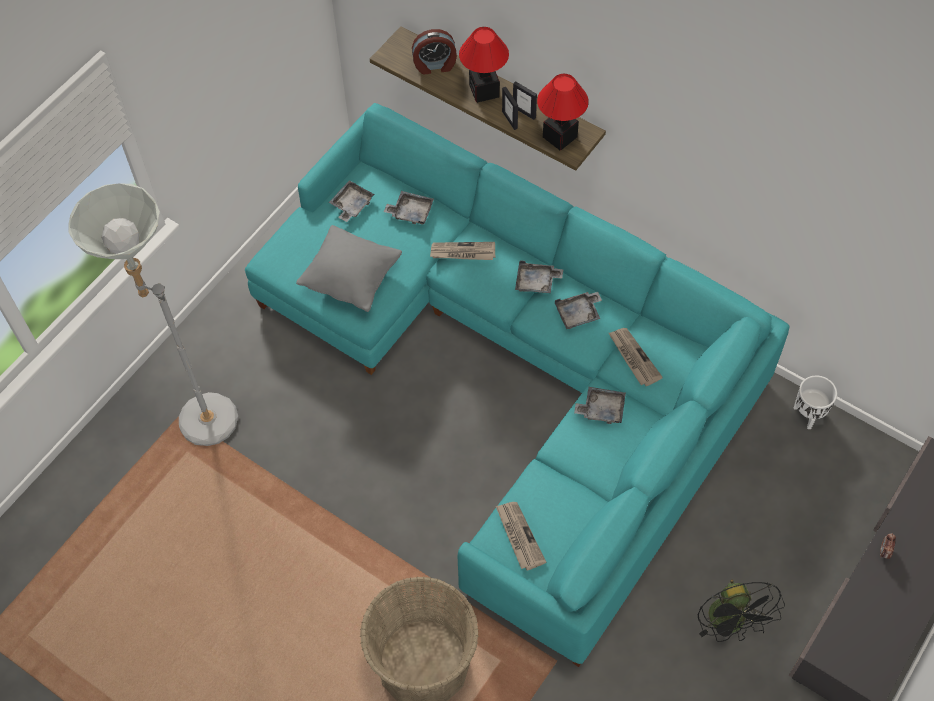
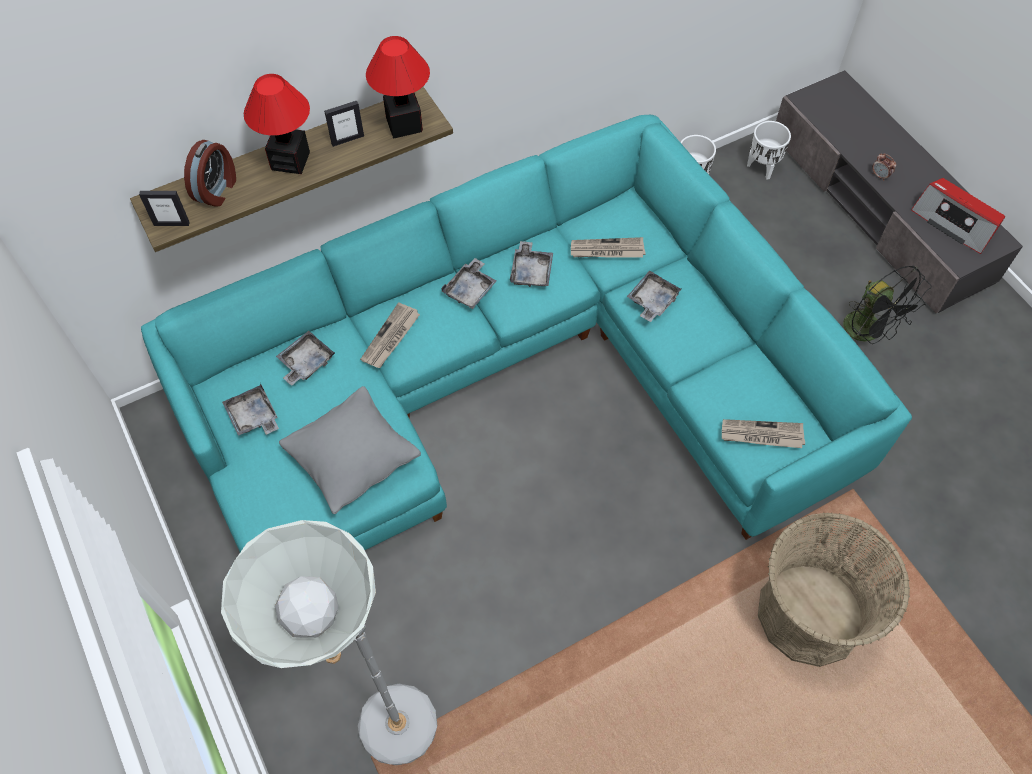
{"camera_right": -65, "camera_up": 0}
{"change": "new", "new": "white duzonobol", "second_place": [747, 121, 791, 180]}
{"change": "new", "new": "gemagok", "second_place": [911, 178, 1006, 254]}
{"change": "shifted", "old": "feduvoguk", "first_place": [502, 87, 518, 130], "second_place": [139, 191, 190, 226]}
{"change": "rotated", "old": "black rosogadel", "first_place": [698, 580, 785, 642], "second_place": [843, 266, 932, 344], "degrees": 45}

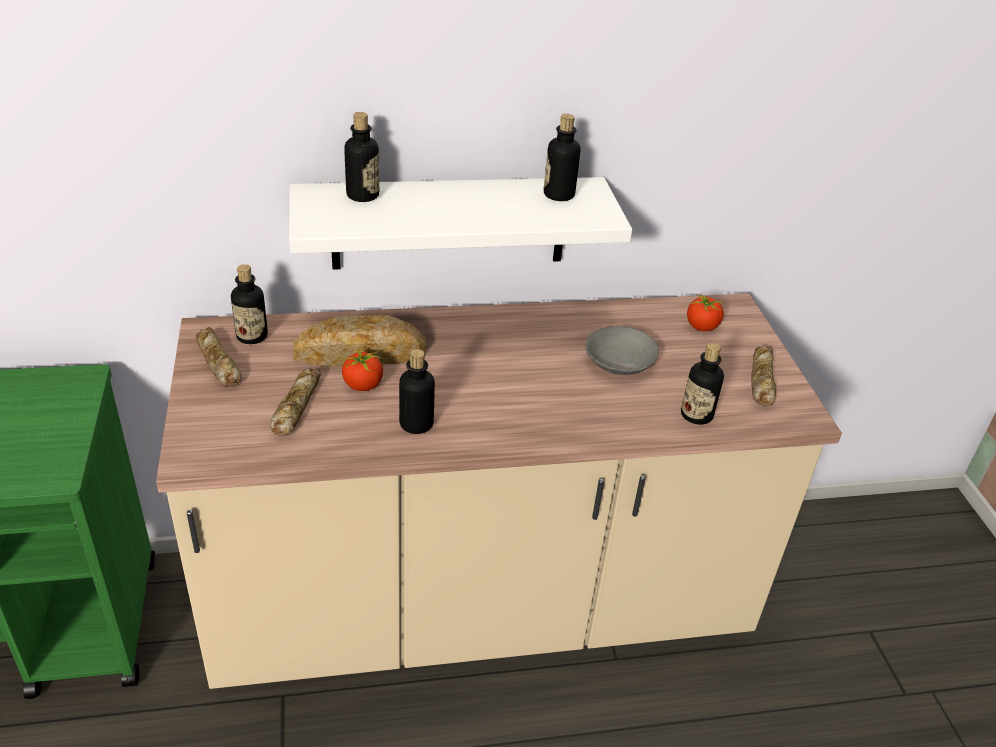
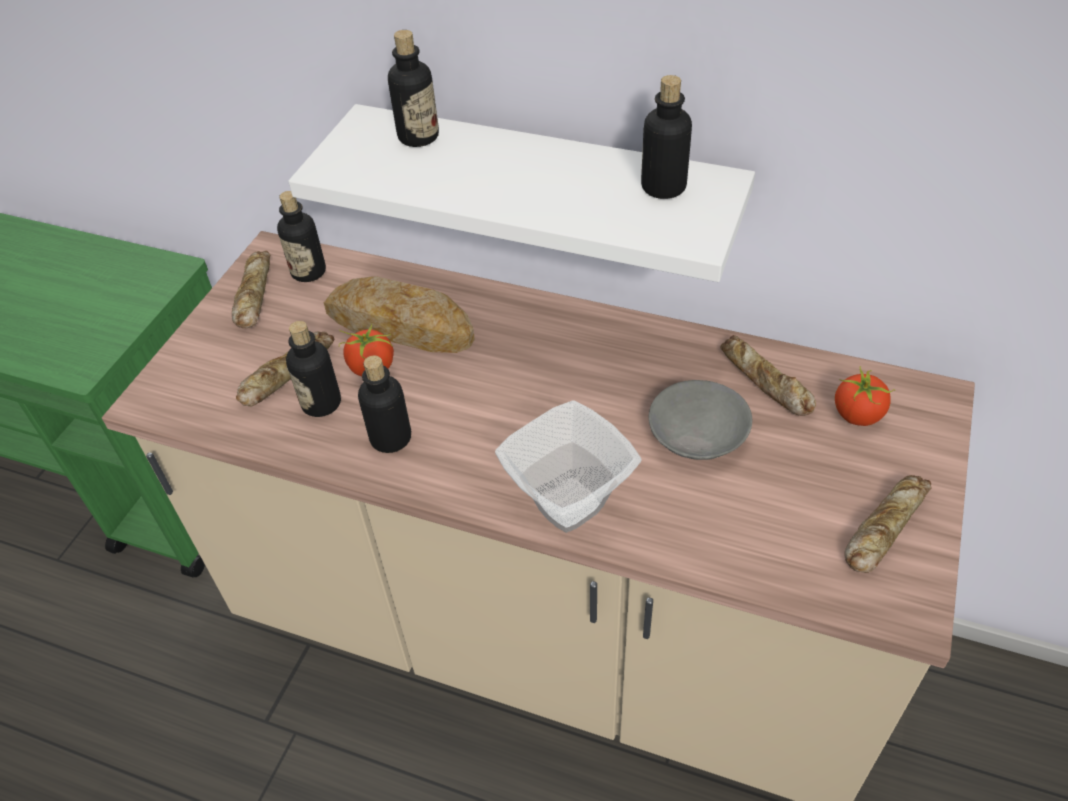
{"camera_right": 35, "camera_up": 10}
{"change": "new", "new": "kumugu", "second_place": [495, 400, 642, 533]}
{"change": "new", "new": "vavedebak", "second_place": [720, 335, 816, 416]}
{"change": "shifted", "old": "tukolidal", "first_place": [681, 343, 724, 425], "second_place": [286, 321, 341, 417]}

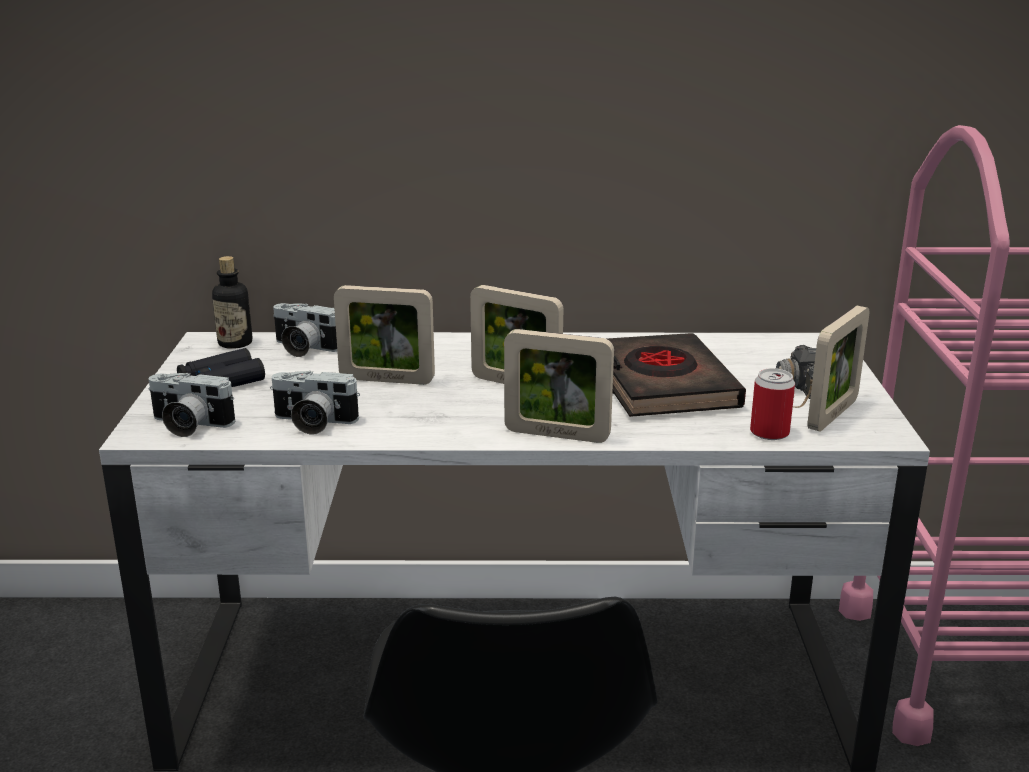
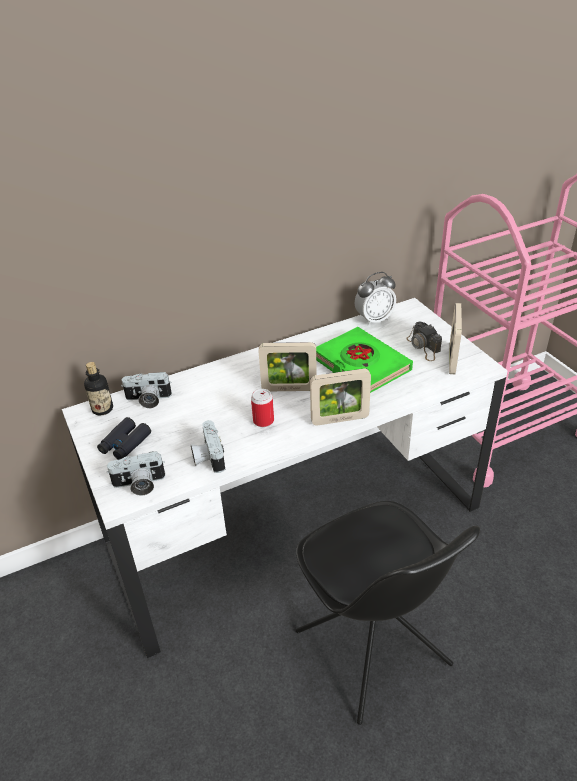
{"camera_right": -25, "camera_up": 15}
{"change": "gone", "old": "feduvoguk", "first_place": [334, 285, 435, 385]}
{"change": "new", "new": "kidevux", "second_place": [355, 272, 396, 326]}
{"change": "shifted", "old": "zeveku", "first_place": [750, 368, 795, 440], "second_place": [251, 389, 274, 427]}
{"change": "repainted", "old": "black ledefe", "new": "green ledefe", "first_place": [607, 333, 746, 417], "second_place": [316, 327, 413, 393]}
{"change": "rotated", "old": "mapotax", "first_place": [270, 371, 360, 435], "second_place": [191, 420, 225, 473], "degrees": 90}

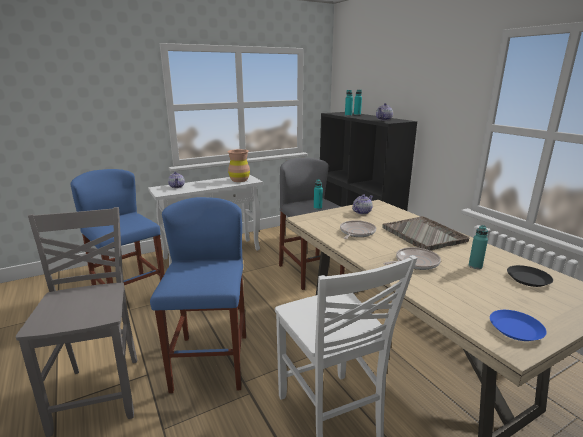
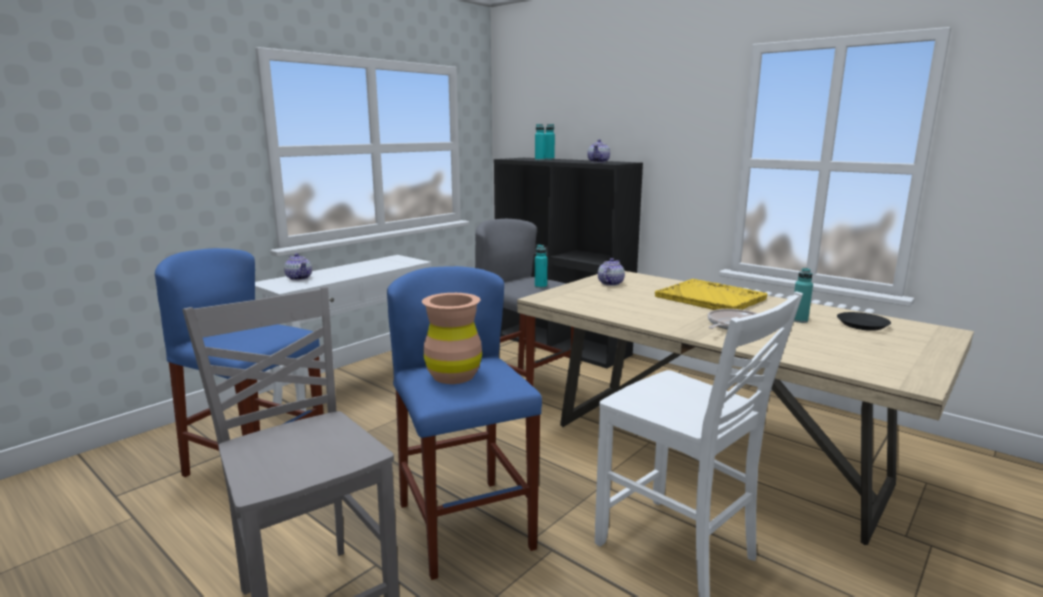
{"camera_right": -20, "camera_up": -5}
{"change": "gone", "old": "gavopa", "first_place": [340, 220, 376, 239]}
{"change": "gone", "old": "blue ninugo", "first_place": [490, 310, 547, 341]}
{"change": "shifted", "old": "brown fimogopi", "first_place": [227, 149, 250, 182], "second_place": [422, 293, 482, 384]}
{"change": "repainted", "old": "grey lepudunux", "new": "yellow lepudunux", "first_place": [382, 216, 469, 251], "second_place": [655, 279, 768, 310]}

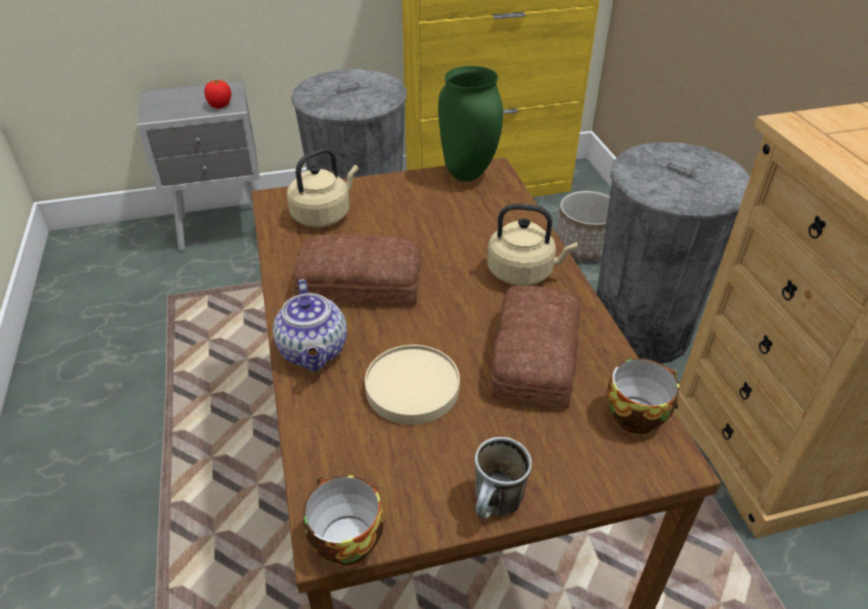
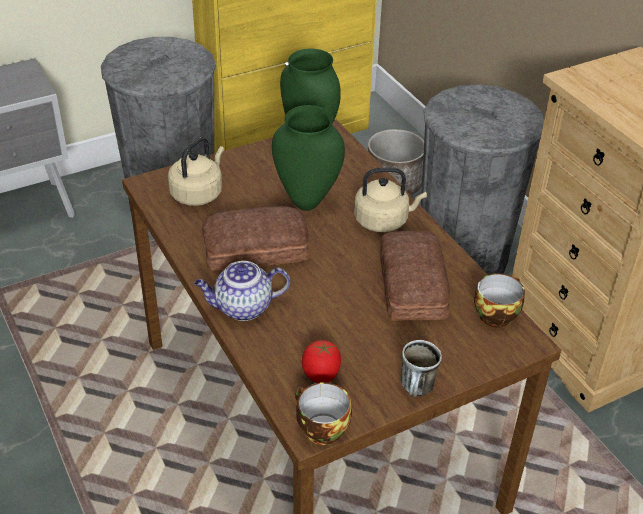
{"camera_right": -15, "camera_up": 0}
{"change": "gone", "old": "beige ninugo", "first_place": [365, 345, 460, 425]}
{"change": "new", "new": "green fimogopi", "second_place": [272, 105, 345, 211]}
{"change": "shifted", "old": "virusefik", "first_place": [204, 80, 231, 109], "second_place": [302, 340, 341, 383]}
{"change": "rotated", "old": "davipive", "first_place": [273, 279, 347, 372], "second_place": [194, 261, 290, 321], "degrees": 105}

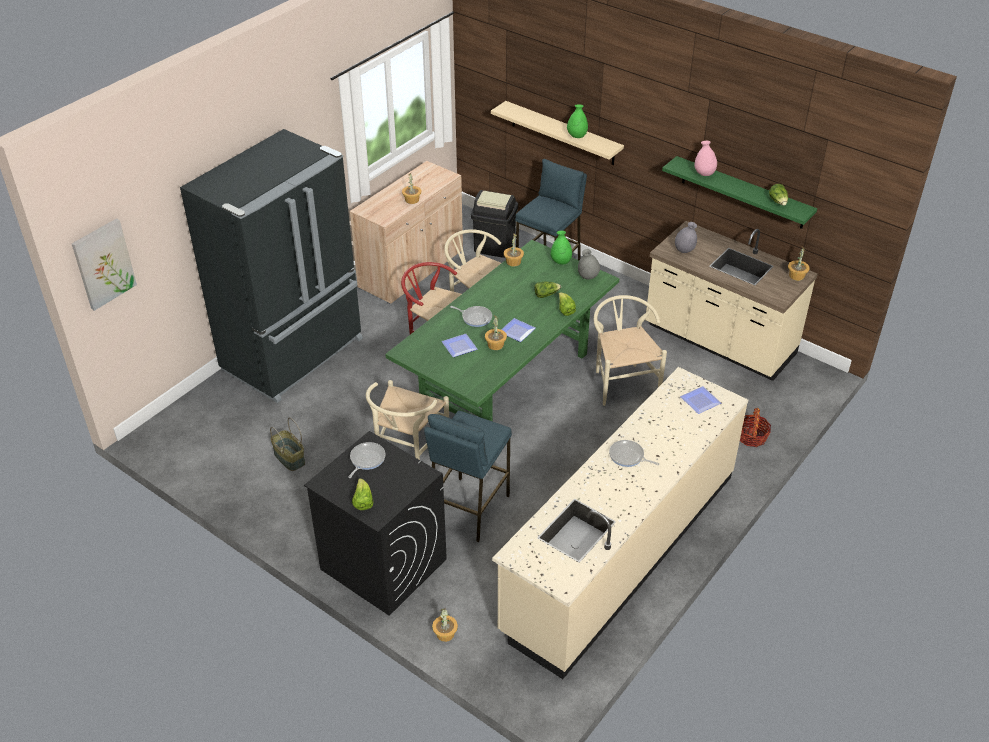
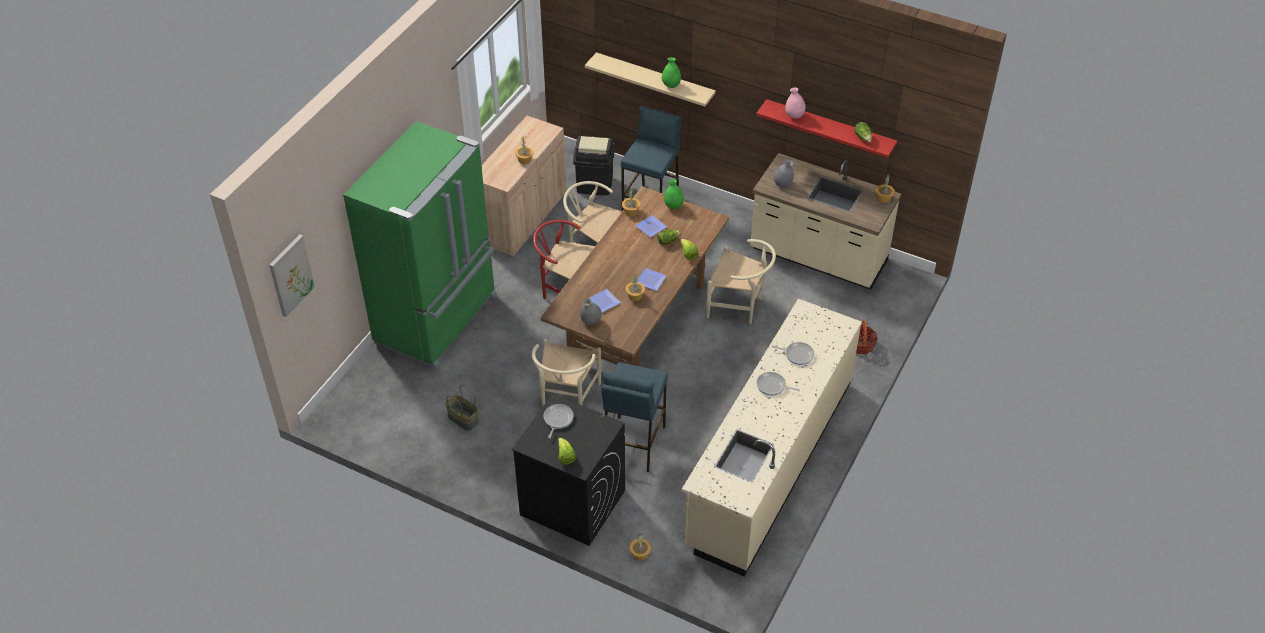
{"camera_right": -10, "camera_up": 5}
{"change": "shifted", "old": "gavopa", "first_place": [450, 306, 492, 327], "second_place": [771, 342, 814, 365]}
{"change": "shifted", "old": "grey fimogopi", "first_place": [578, 249, 600, 280], "second_place": [580, 298, 602, 325]}
{"change": "shifted", "old": "ninugo", "first_place": [680, 386, 721, 414], "second_place": [635, 215, 667, 237]}
{"change": "repainted", "old": "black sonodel", "new": "green sonodel", "first_place": [180, 129, 363, 403], "second_place": [343, 121, 496, 369]}
{"change": "repainted", "old": "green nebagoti", "new": "brown nebagoti", "first_place": [385, 240, 619, 422], "second_place": [540, 186, 729, 366]}
{"change": "repainted", "old": "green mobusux", "new": "red mobusux", "first_place": [662, 156, 817, 229], "second_place": [756, 99, 897, 158]}
{"change": "rotated", "old": "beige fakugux", "first_place": [594, 295, 667, 406], "second_place": [707, 239, 776, 324], "degrees": 135}

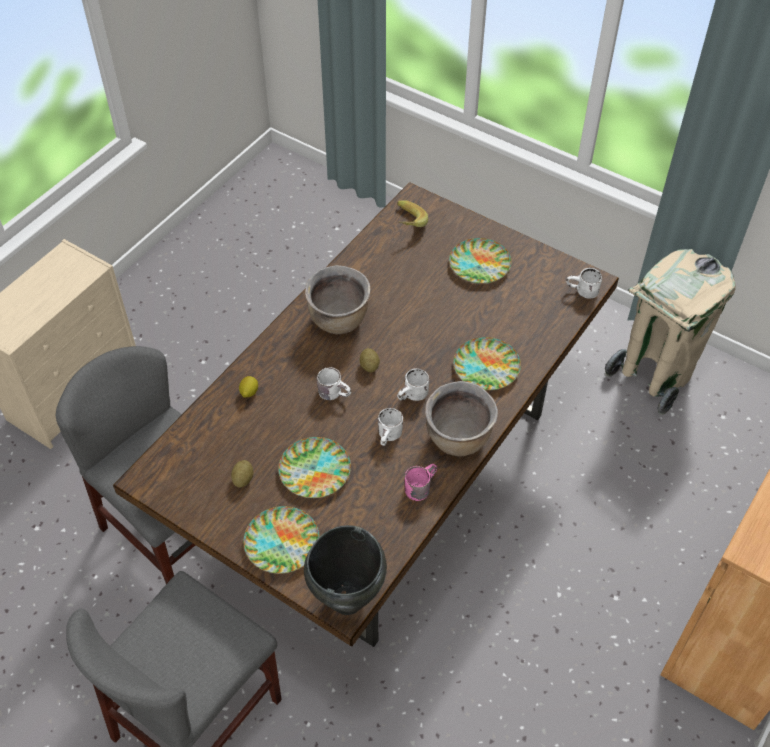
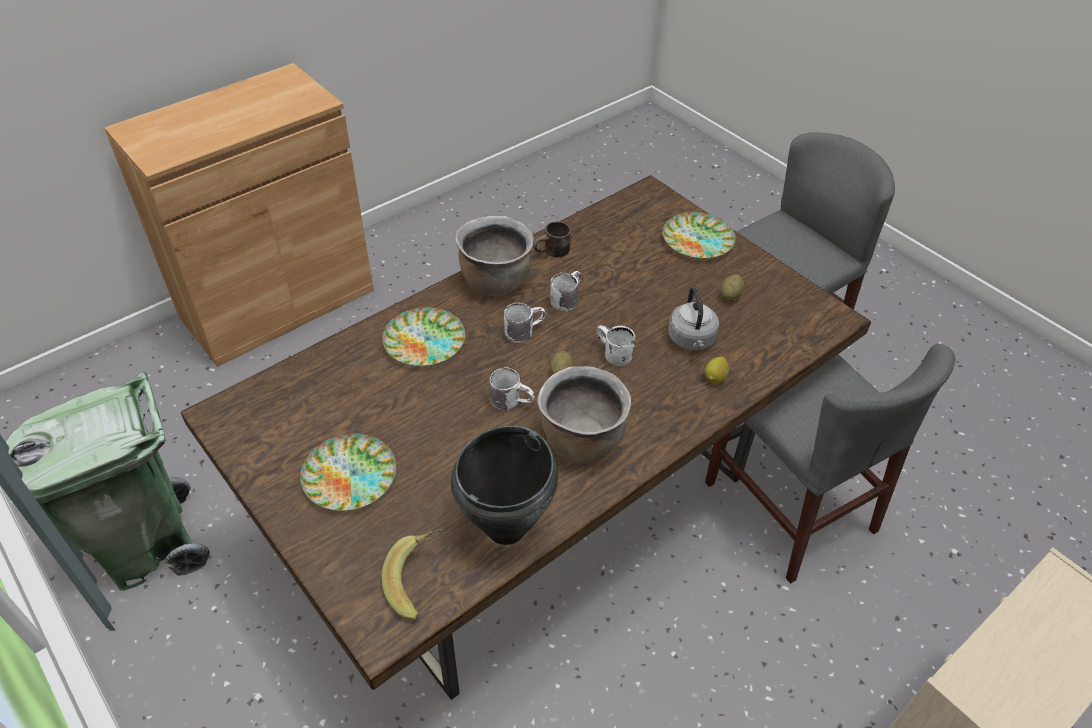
{"camera_right": -165, "camera_up": -5}
{"change": "gone", "old": "ninugo", "first_place": [278, 437, 351, 498]}
{"change": "new", "new": "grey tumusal", "second_place": [668, 287, 719, 351]}
{"change": "shifted", "old": "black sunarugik", "first_place": [304, 525, 387, 615], "second_place": [451, 426, 558, 545]}
{"change": "shifted", "old": "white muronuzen", "first_place": [566, 267, 602, 299], "second_place": [489, 367, 535, 410]}
{"change": "repainted", "old": "pink muronuzen", "new": "brown muronuzen", "first_place": [405, 464, 437, 501], "second_place": [533, 221, 571, 257]}
{"change": "repainted", "old": "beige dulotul", "new": "green dulotul", "first_place": [605, 249, 736, 415], "second_place": [6, 372, 210, 591]}

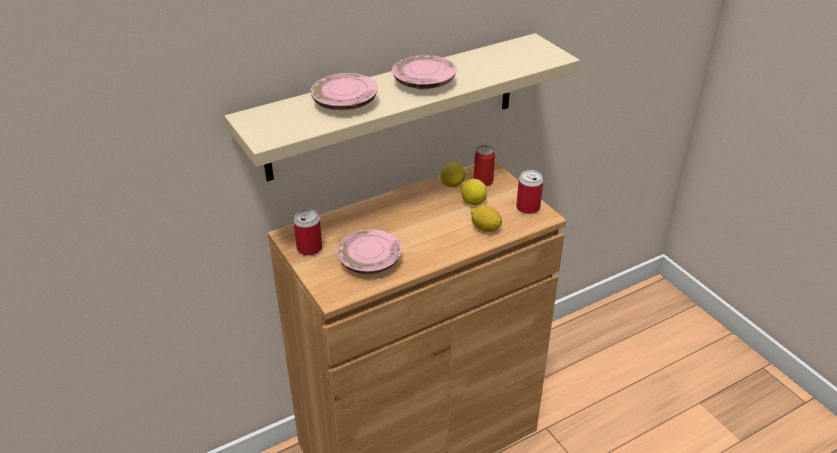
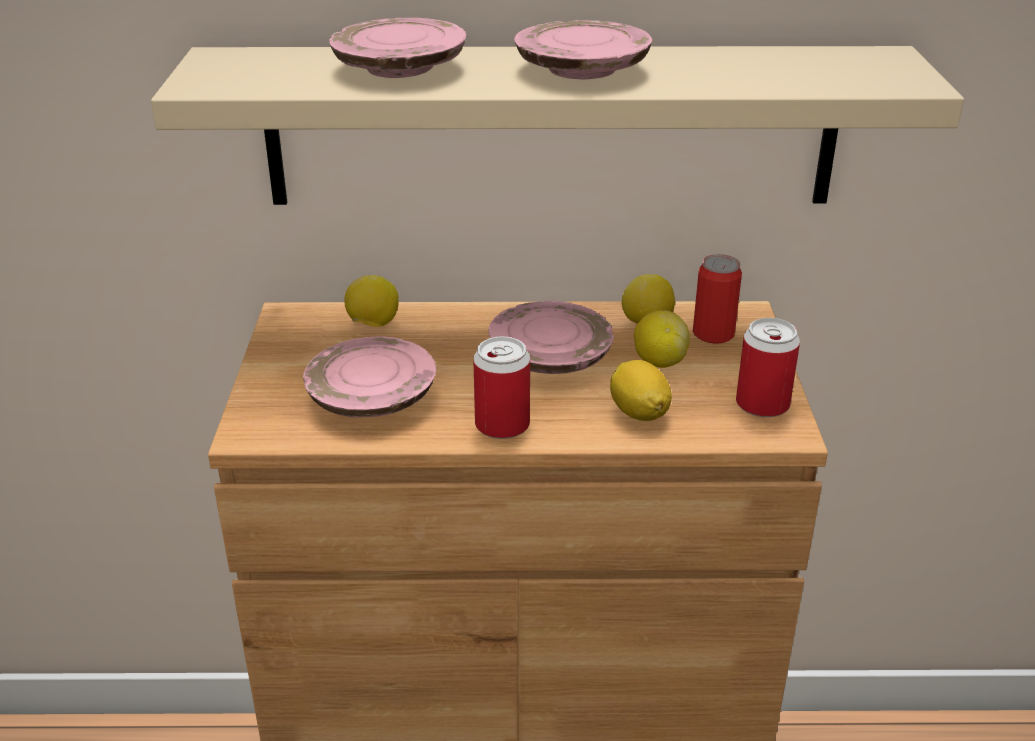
{"camera_right": 30, "camera_up": -5}
{"change": "new", "new": "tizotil", "second_place": [344, 275, 399, 327]}
{"change": "new", "new": "pink ninugo", "second_place": [488, 301, 614, 374]}
{"change": "shifted", "old": "zeveku", "first_place": [293, 209, 322, 256], "second_place": [473, 337, 530, 439]}

